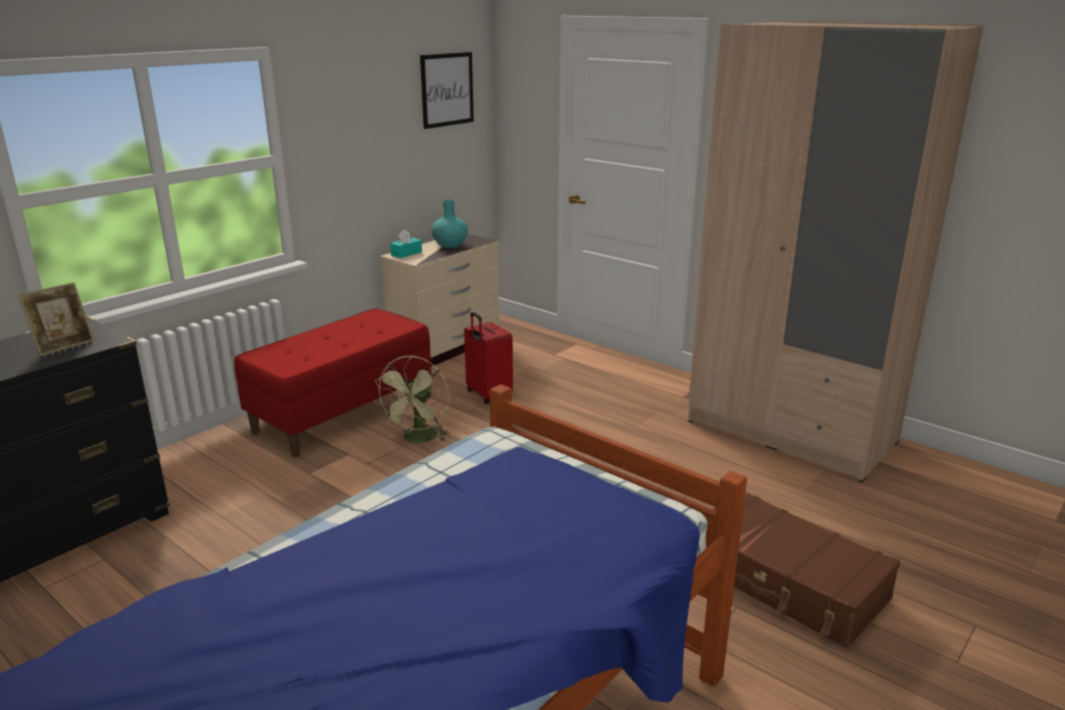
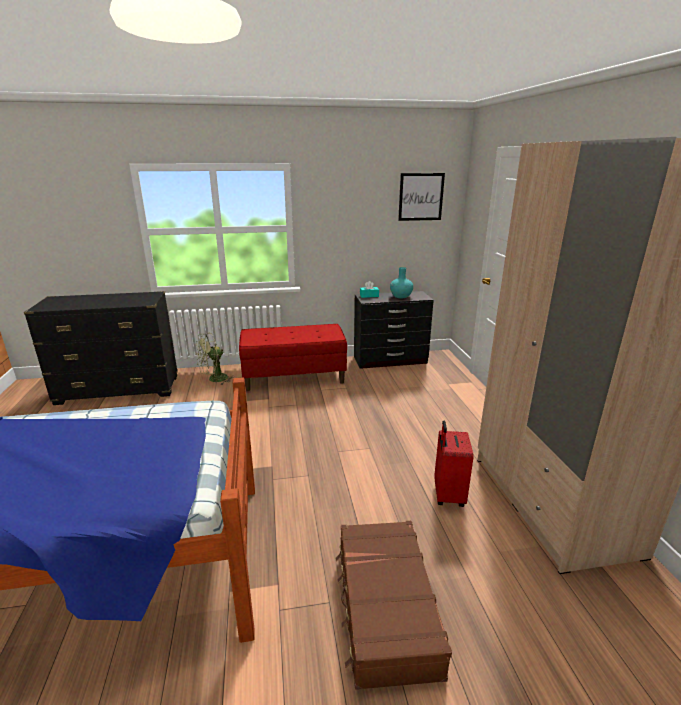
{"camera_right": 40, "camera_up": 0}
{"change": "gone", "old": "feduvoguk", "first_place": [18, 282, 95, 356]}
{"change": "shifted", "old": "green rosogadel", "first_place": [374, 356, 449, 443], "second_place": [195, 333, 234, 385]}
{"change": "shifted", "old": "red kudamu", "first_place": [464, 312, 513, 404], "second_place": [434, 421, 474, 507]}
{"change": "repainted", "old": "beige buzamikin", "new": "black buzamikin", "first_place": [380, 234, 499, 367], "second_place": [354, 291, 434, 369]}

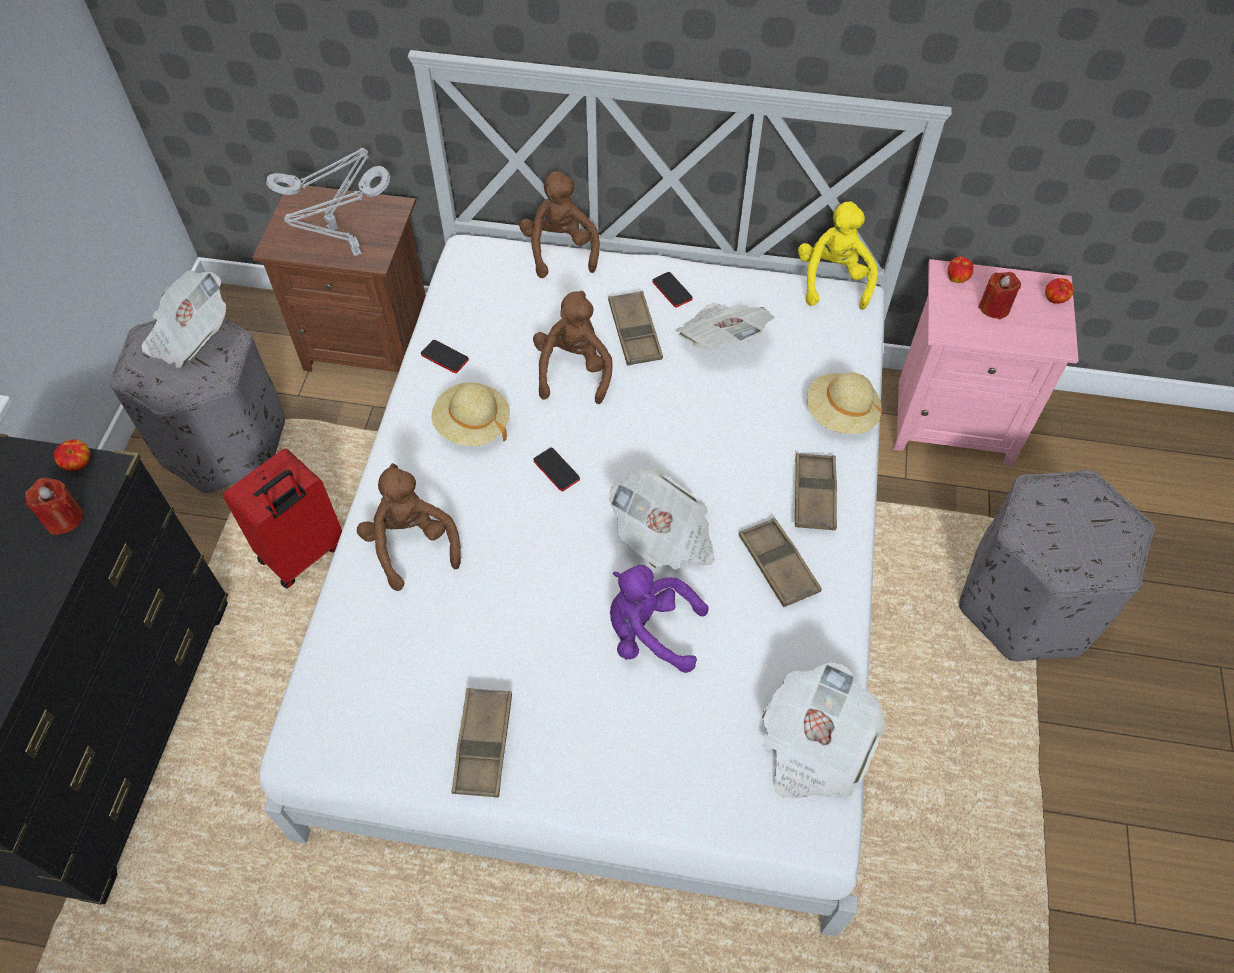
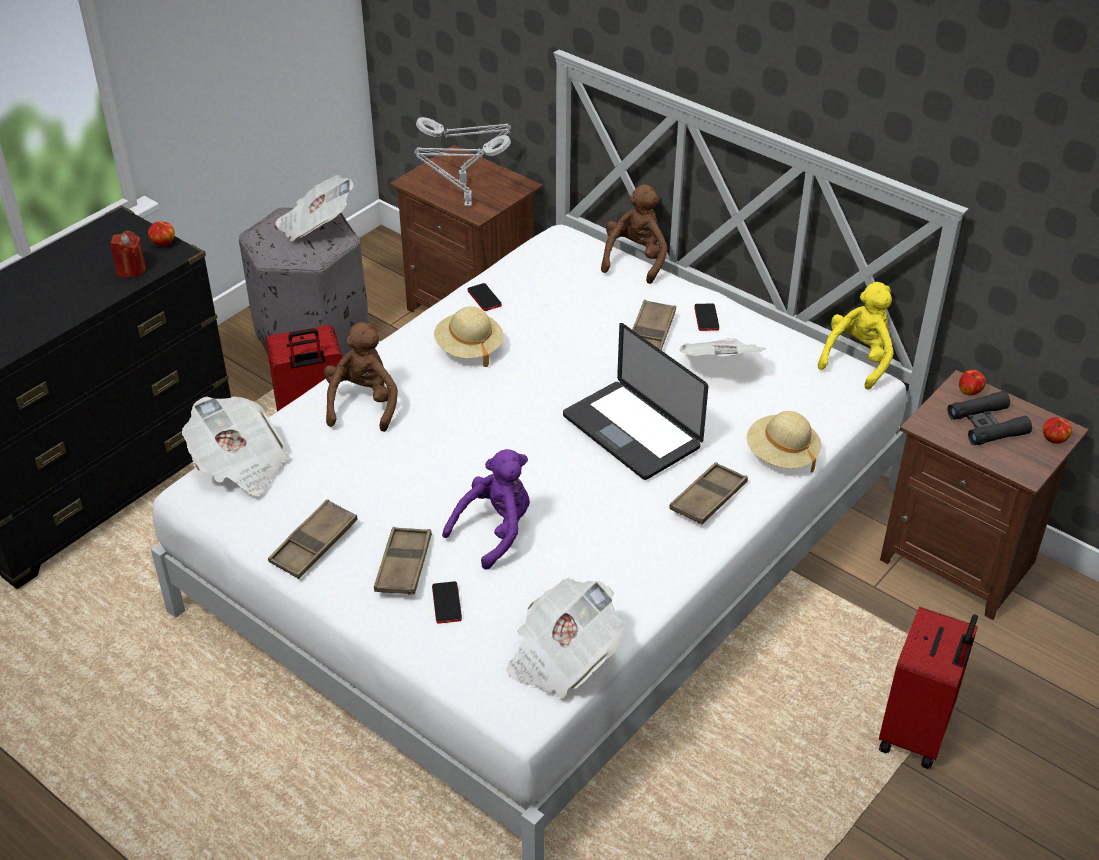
{"camera_right": 30, "camera_up": -15}
{"change": "gone", "old": "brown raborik", "first_place": [533, 291, 613, 404]}
{"change": "new", "new": "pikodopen", "second_place": [563, 323, 708, 480]}
{"change": "shifted", "old": "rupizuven", "first_place": [534, 448, 580, 491], "second_place": [432, 581, 462, 624]}
{"change": "shifted", "old": "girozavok", "first_place": [609, 468, 715, 570], "second_place": [182, 396, 289, 496]}
{"change": "shifted", "old": "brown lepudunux", "first_place": [739, 518, 822, 607], "second_place": [374, 527, 432, 595]}
{"change": "swapped", "old": "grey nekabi", "new": "red kudamu", "first_place": [959, 470, 1155, 661], "second_place": [879, 607, 978, 769]}
{"change": "swapped", "old": "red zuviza", "new": "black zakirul", "first_place": [978, 272, 1021, 319], "second_place": [947, 391, 1032, 445]}
{"change": "repainted", "old": "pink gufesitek", "new": "brown gufesitek", "first_place": [894, 259, 1079, 466], "second_place": [880, 370, 1089, 620]}
{"change": "rotated", "old": "purple raborik", "first_place": [610, 565, 709, 673], "second_place": [442, 449, 530, 569], "degrees": 90}

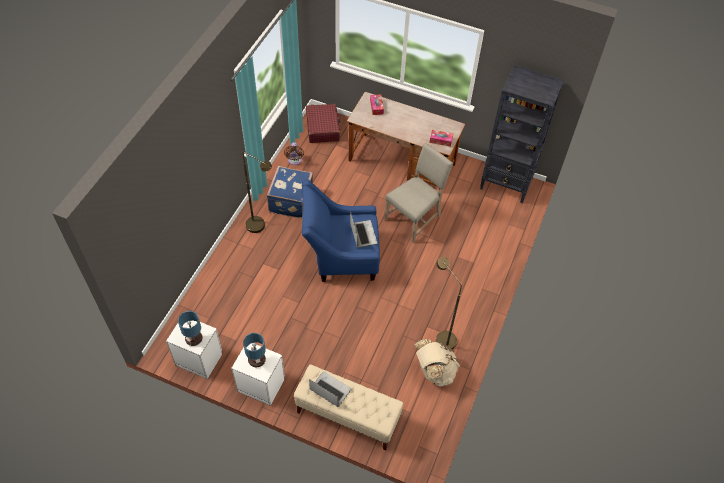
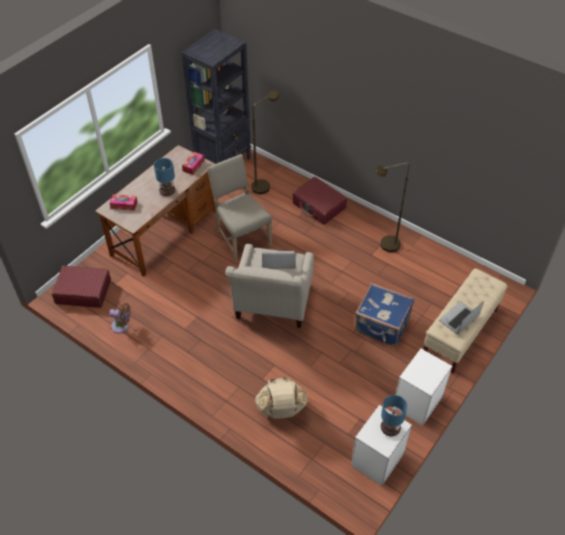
{"camera_right": -75, "camera_up": -5}
{"change": "new", "new": "red kudamu", "second_place": [292, 177, 347, 225]}
{"change": "shifted", "old": "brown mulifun", "first_place": [243, 152, 272, 233], "second_place": [251, 90, 279, 194]}
{"change": "shifted", "old": "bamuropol", "first_place": [243, 333, 266, 367], "second_place": [154, 158, 175, 196]}
{"change": "shifted", "old": "blue kudamu", "first_place": [266, 166, 313, 219], "second_place": [354, 283, 414, 347]}
{"change": "shifted", "old": "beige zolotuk", "first_place": [415, 339, 460, 386], "second_place": [255, 377, 308, 419]}
{"change": "repainted", "old": "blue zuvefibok", "new": "beige zuvefibok", "first_place": [302, 180, 380, 282], "second_place": [225, 244, 314, 328]}

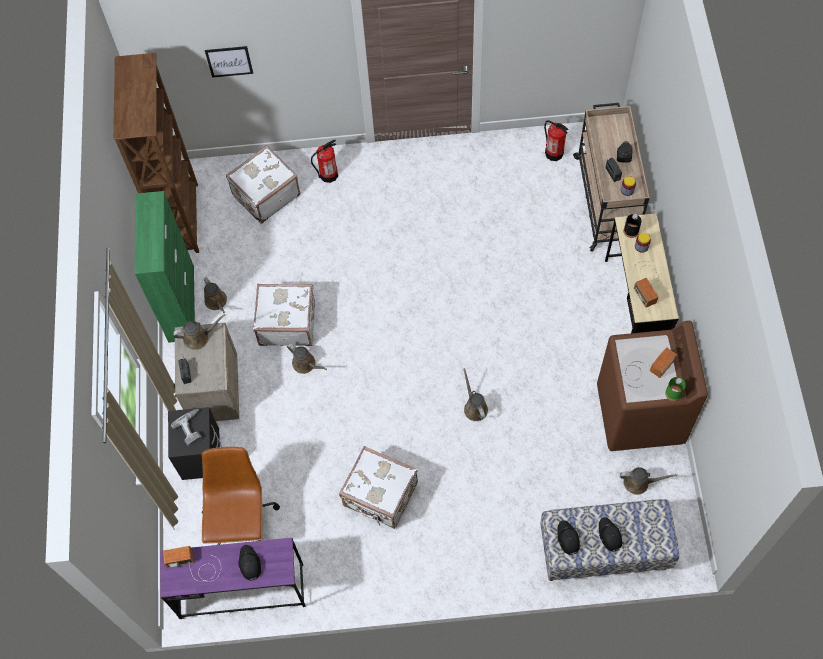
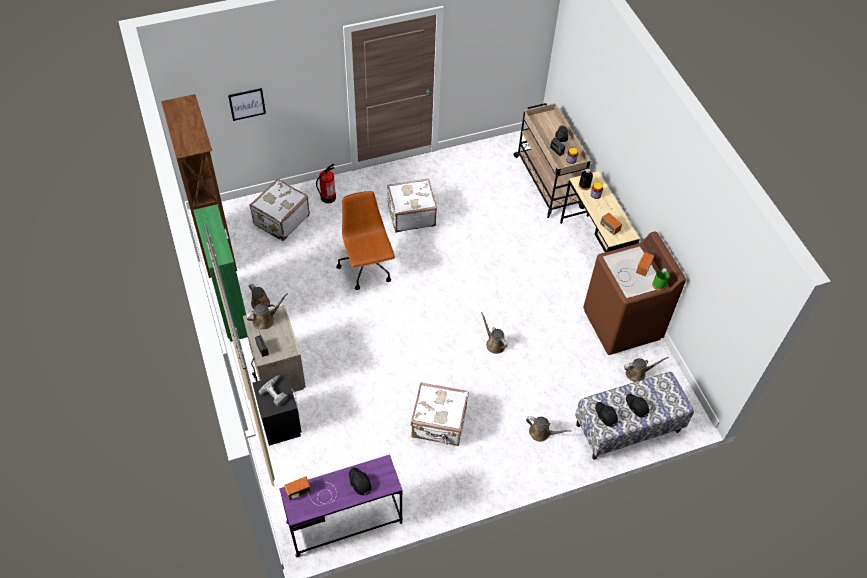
{"camera_right": -20, "camera_up": -10}
{"change": "gone", "old": "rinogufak", "first_place": [544, 120, 568, 161]}
{"change": "shifted", "old": "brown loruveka", "first_place": [202, 447, 280, 545], "second_place": [336, 191, 395, 290]}
{"change": "shifted", "old": "white kudamu", "first_place": [253, 284, 315, 346], "second_place": [387, 178, 437, 232]}
{"change": "shifted", "old": "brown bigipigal", "first_place": [287, 343, 327, 374], "second_place": [526, 416, 571, 442]}

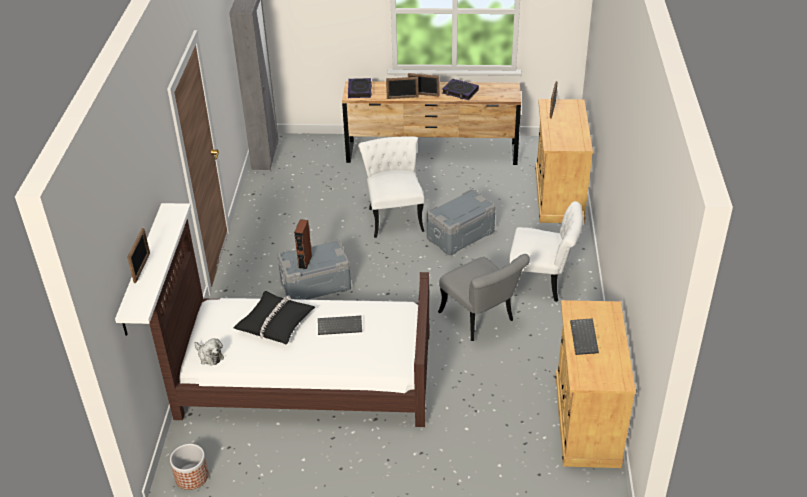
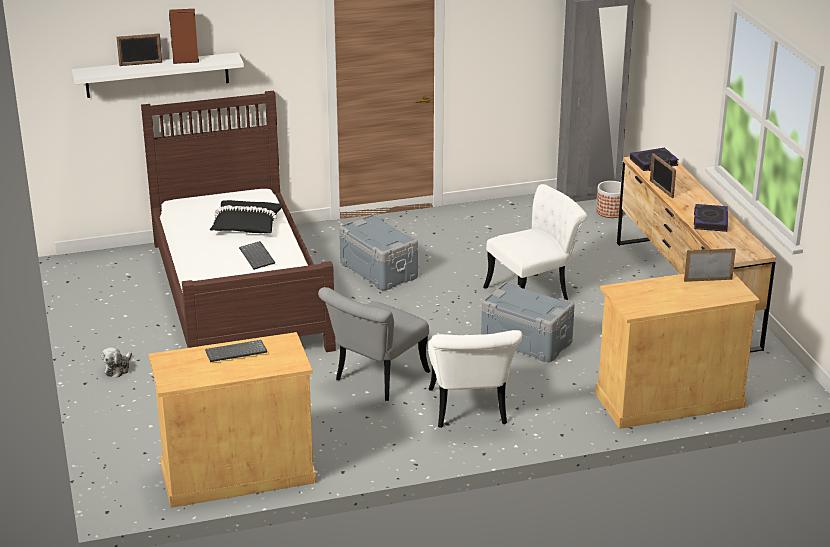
{"camera_right": 70, "camera_up": -10}
{"change": "gone", "old": "feduvoguk", "first_place": [408, 73, 439, 96]}
{"change": "shifted", "old": "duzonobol", "first_place": [170, 444, 209, 490], "second_place": [596, 181, 626, 218]}
{"change": "shifted", "old": "raborik", "first_place": [194, 338, 224, 366], "second_place": [101, 347, 132, 378]}
{"change": "shifted", "old": "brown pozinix", "first_place": [294, 219, 312, 269], "second_place": [169, 9, 199, 64]}

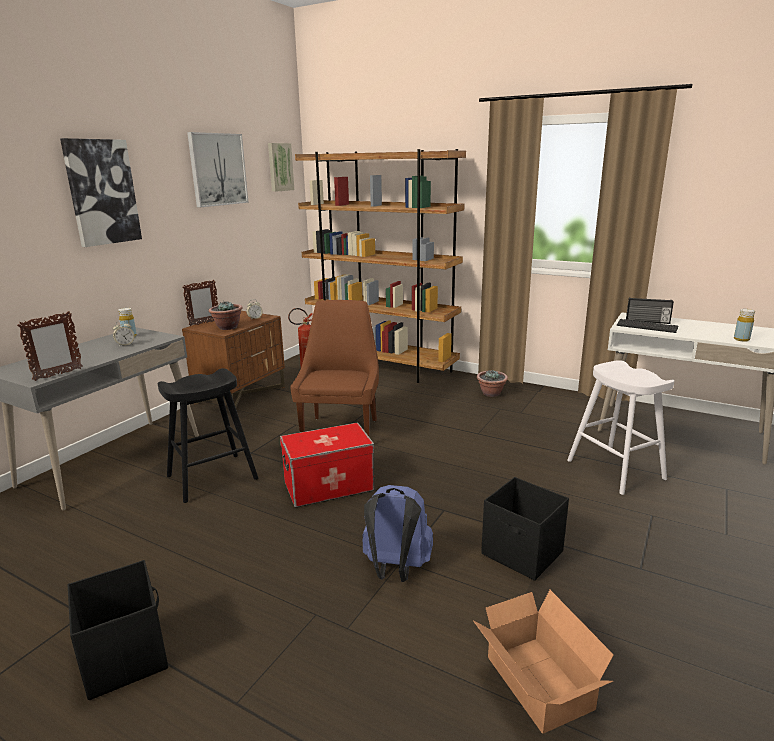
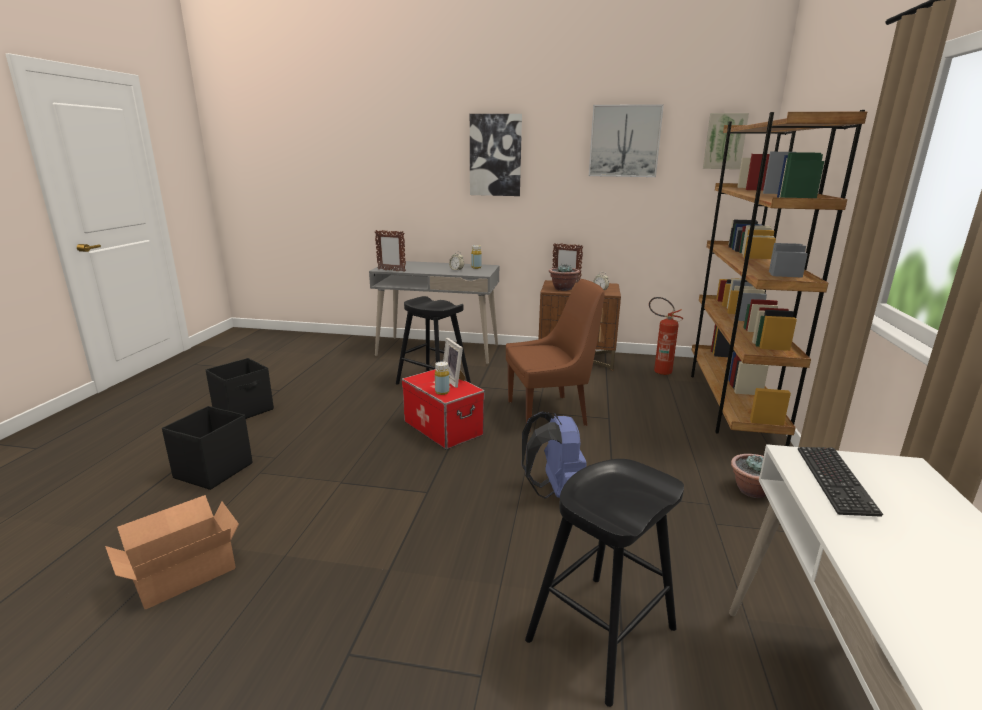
{"camera_right": 70, "camera_up": 0}
{"change": "gone", "old": "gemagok", "first_place": [626, 298, 674, 324]}
{"change": "new", "new": "feduvoguk", "second_place": [443, 338, 465, 388]}
{"change": "shifted", "old": "blue zolotuk", "first_place": [362, 485, 433, 582], "second_place": [522, 412, 587, 499]}
{"change": "shifted", "old": "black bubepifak", "first_place": [481, 477, 569, 581], "second_place": [162, 406, 253, 490]}
{"change": "shifted", "old": "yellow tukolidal", "first_place": [734, 309, 755, 342], "second_place": [435, 361, 450, 395]}
{"change": "repainted", "old": "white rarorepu", "new": "black rarorepu", "first_place": [567, 360, 674, 495], "second_place": [525, 459, 684, 707]}

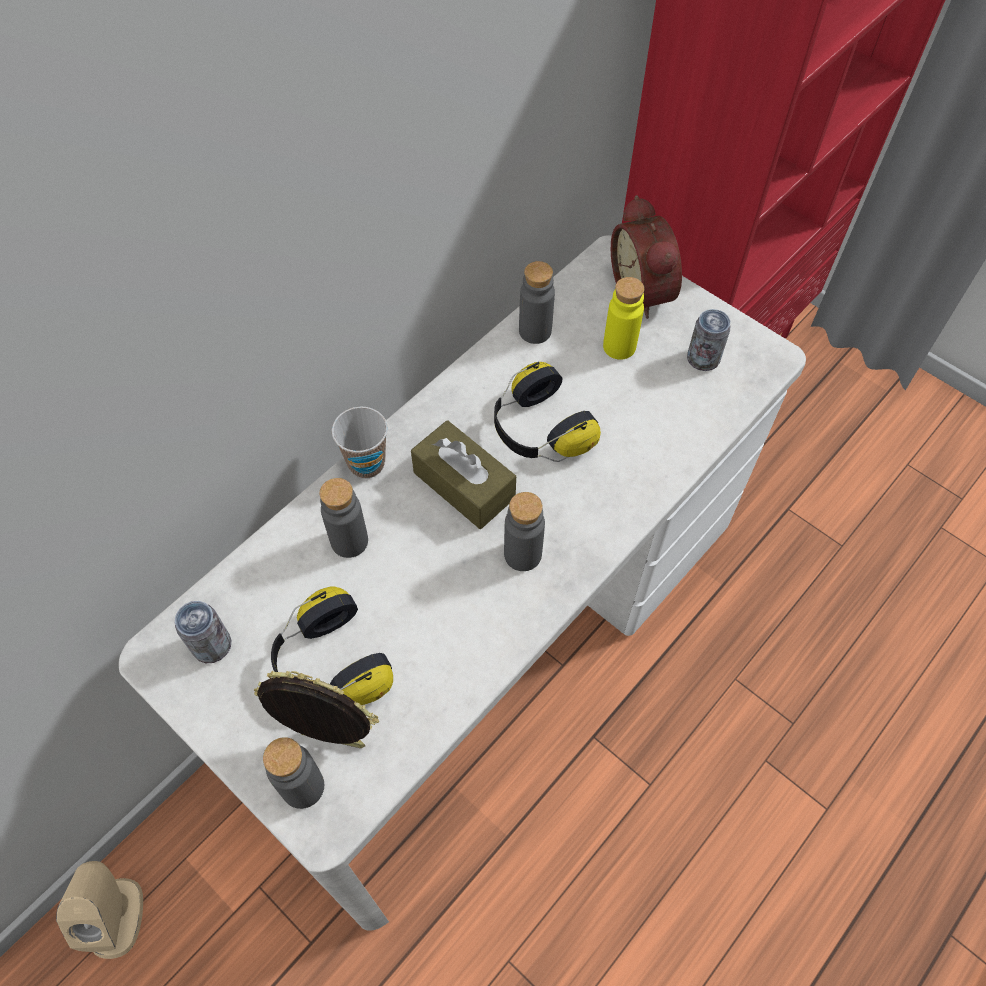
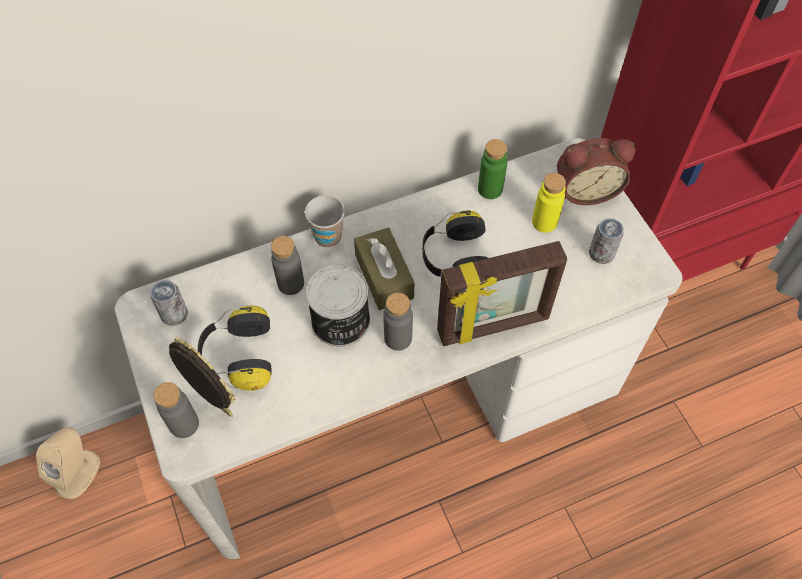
{"camera_right": 25, "camera_up": 0}
{"change": "new", "new": "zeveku", "second_place": [306, 265, 370, 347]}
{"change": "new", "new": "feduvoguk", "second_place": [437, 241, 568, 346]}
{"change": "repainted", "old": "grey tukolidal", "new": "green tukolidal", "first_place": [519, 261, 555, 344], "second_place": [478, 139, 507, 199]}
{"change": "rotated", "old": "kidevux", "first_place": [611, 195, 682, 319], "second_place": [557, 138, 636, 205], "degrees": -105}

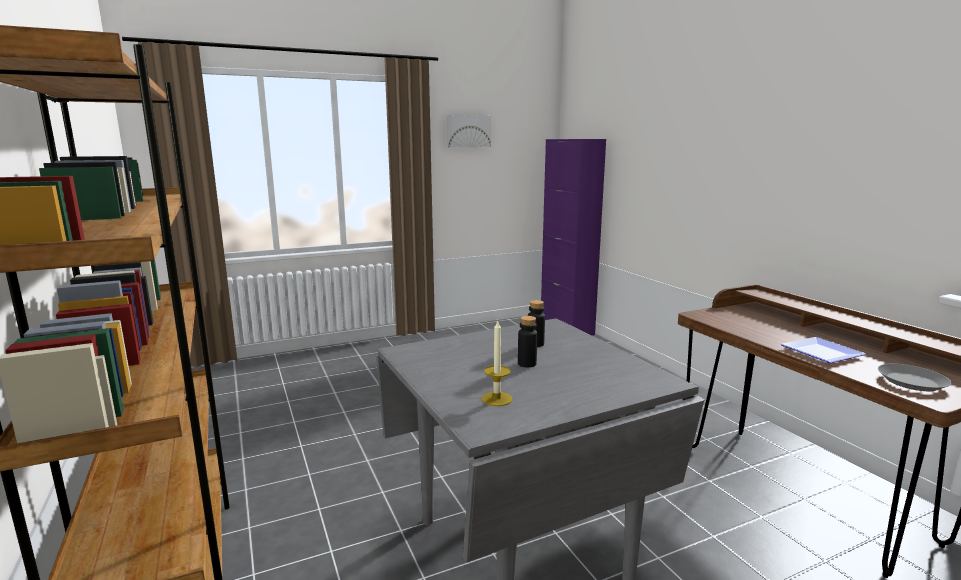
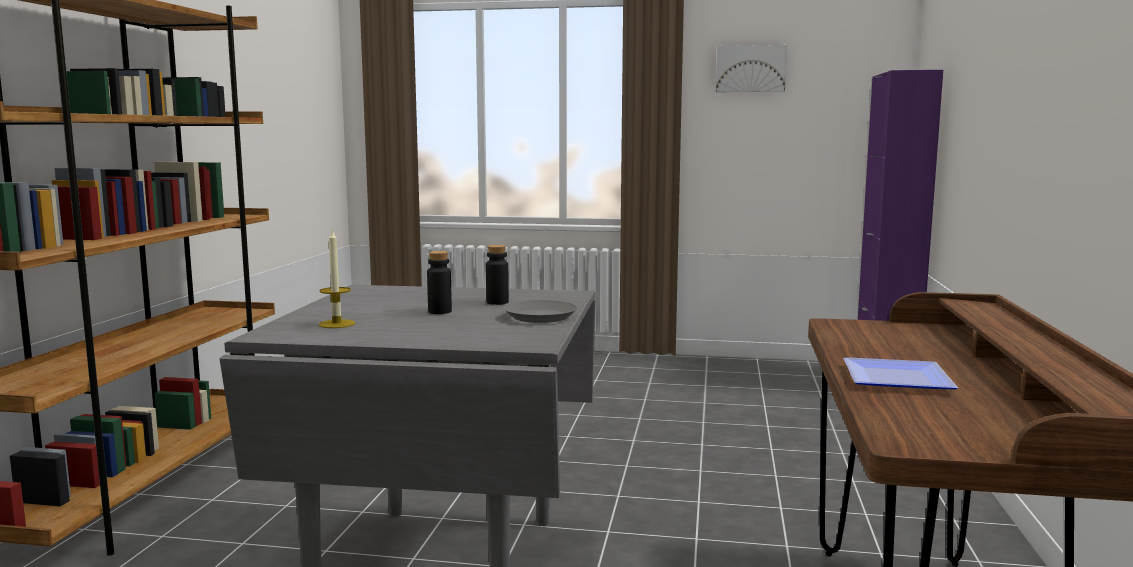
{"camera_right": 35, "camera_up": -5}
{"change": "shifted", "old": "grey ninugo", "first_place": [878, 364, 951, 391], "second_place": [503, 300, 578, 323]}

